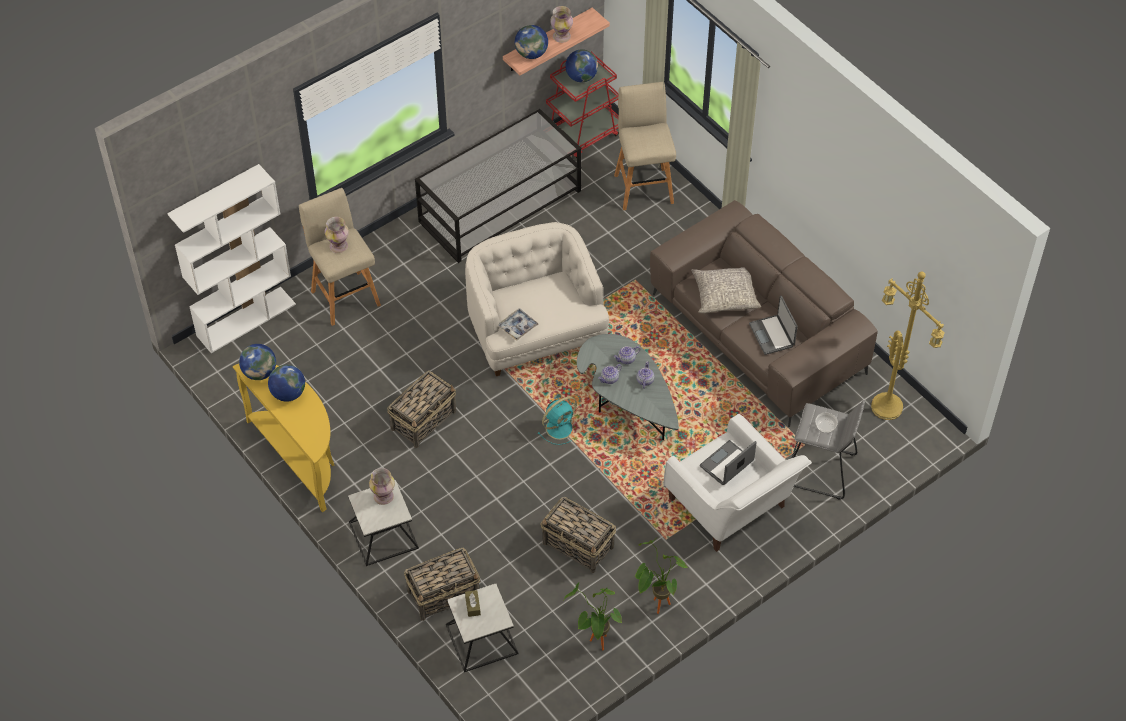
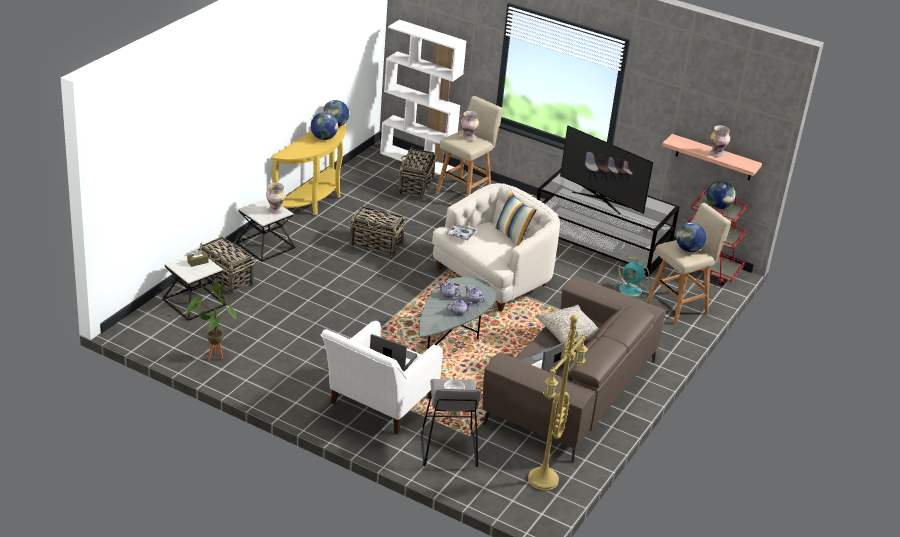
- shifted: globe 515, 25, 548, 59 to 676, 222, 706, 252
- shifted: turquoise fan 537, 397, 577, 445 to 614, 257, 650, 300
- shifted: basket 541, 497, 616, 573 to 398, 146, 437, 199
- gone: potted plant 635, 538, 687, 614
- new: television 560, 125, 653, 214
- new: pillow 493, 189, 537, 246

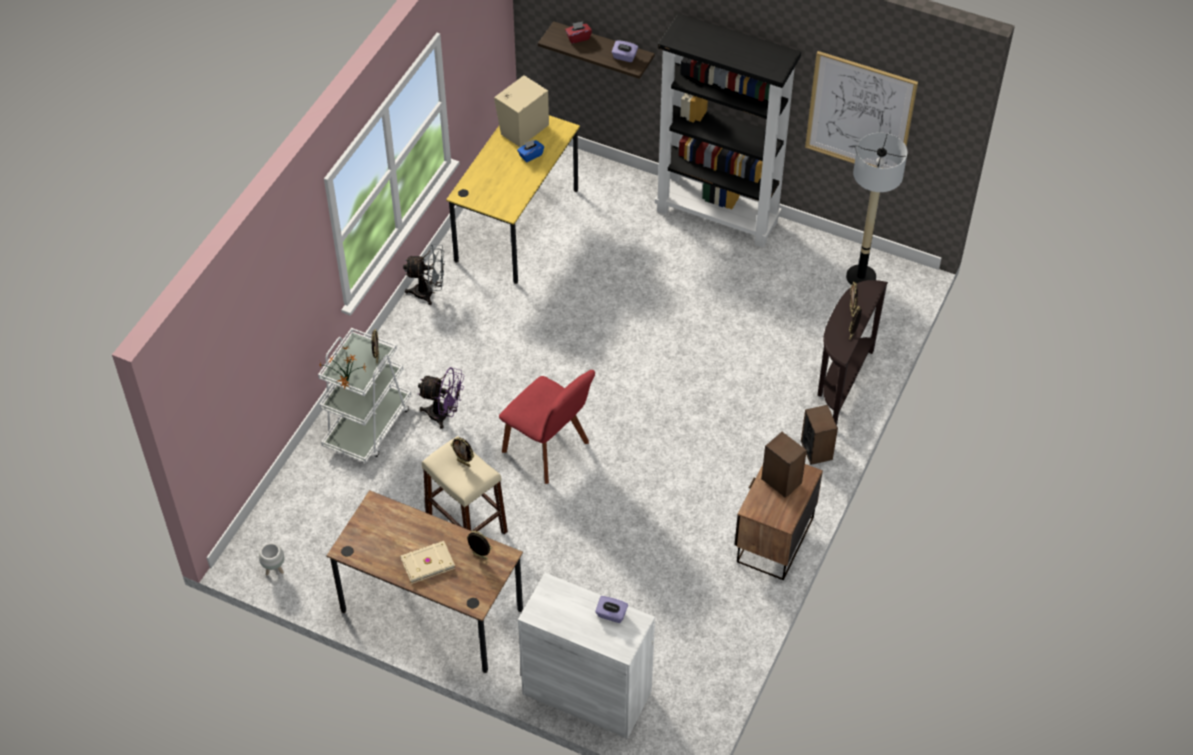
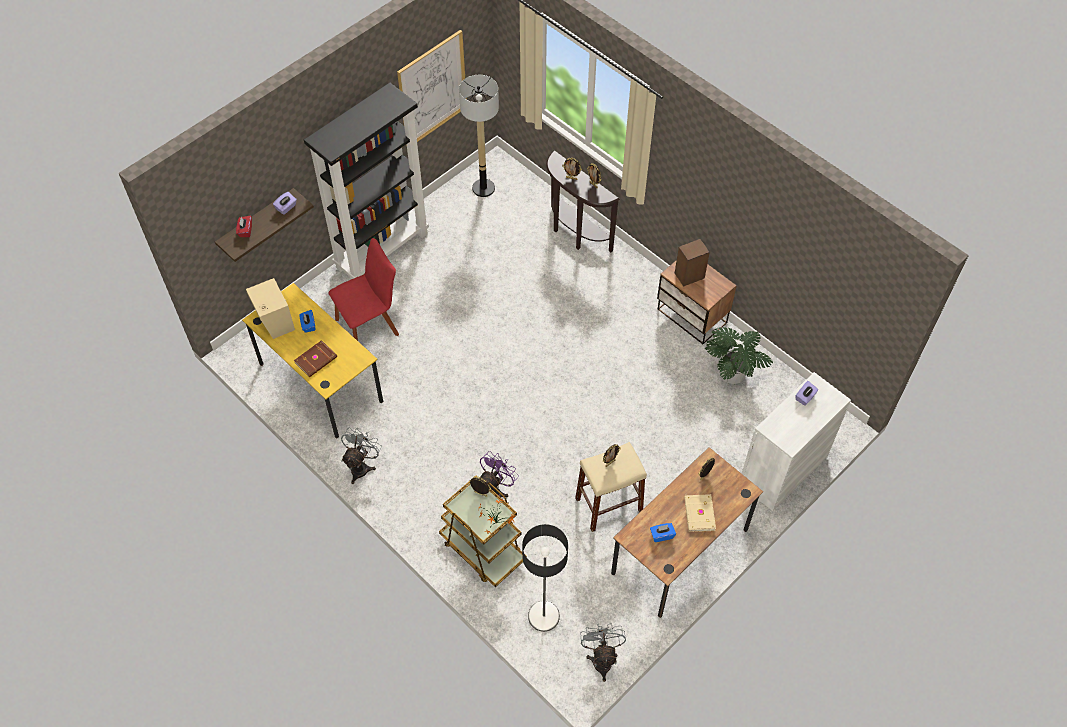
- repainted: white cart 318, 328, 411, 463 to brown cart 439, 475, 527, 587
- shifted: red chair 499, 370, 595, 484 to 329, 238, 399, 341
- gone: speaker 801, 405, 838, 465
- swapped: white planter 259, 543, 284, 575 to grey fan 580, 623, 626, 682
- new: potted plant 705, 327, 773, 384
- new: brown book 294, 340, 337, 378
- new: blue tissue box 650, 523, 676, 542
- new: floor lamp 522, 524, 568, 632

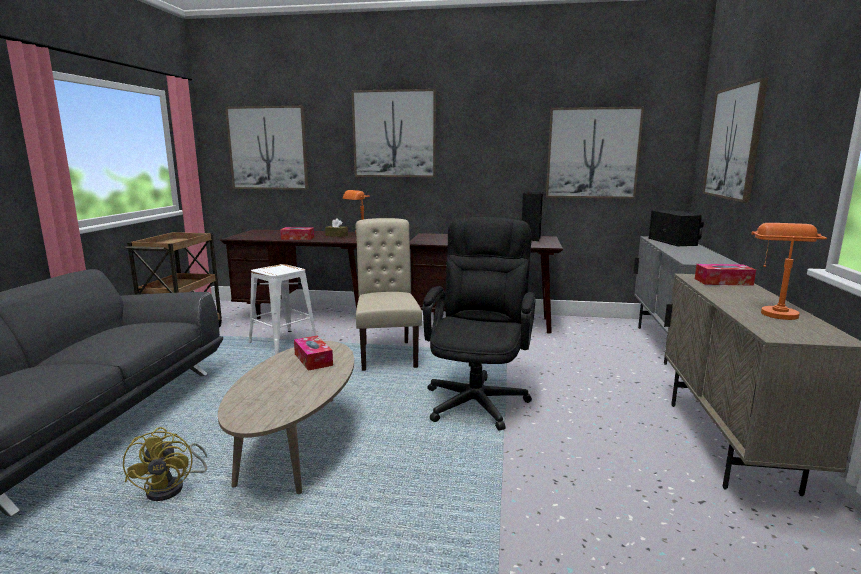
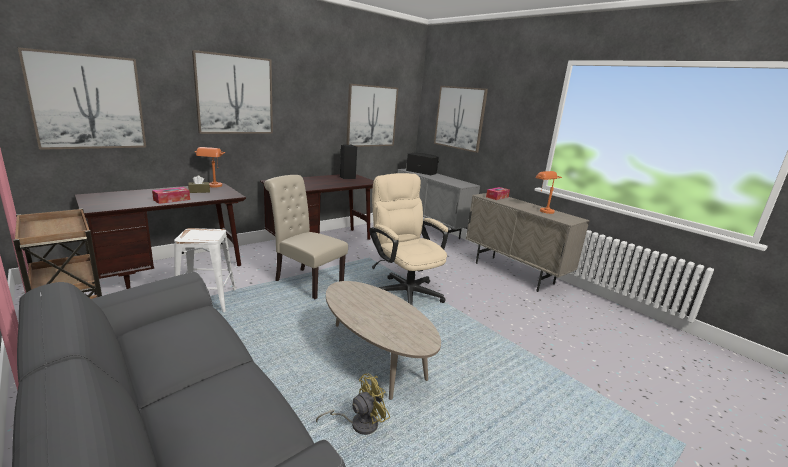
- repainted: black office chair 423, 217, 536, 430 to beige office chair 369, 173, 449, 306
- gone: tissue box 294, 335, 333, 371
- rotated: yellow fan 123, 427, 207, 501 = 316, 374, 390, 435 60 degrees counterclockwise

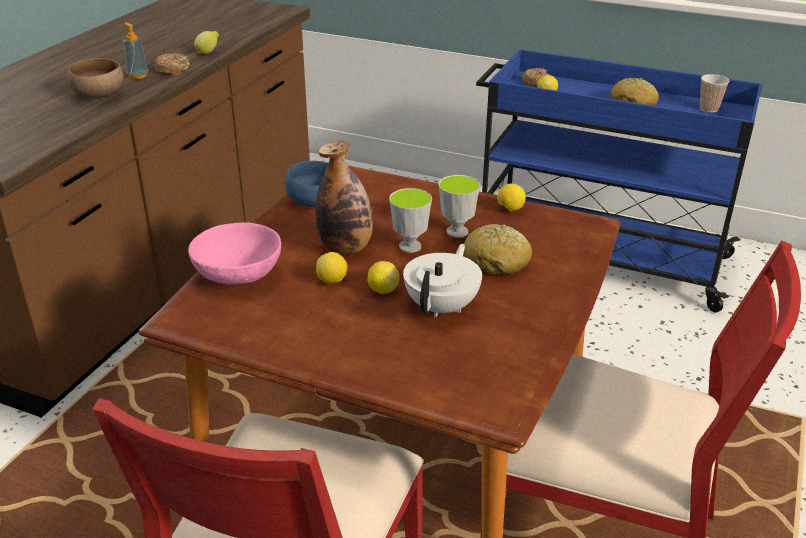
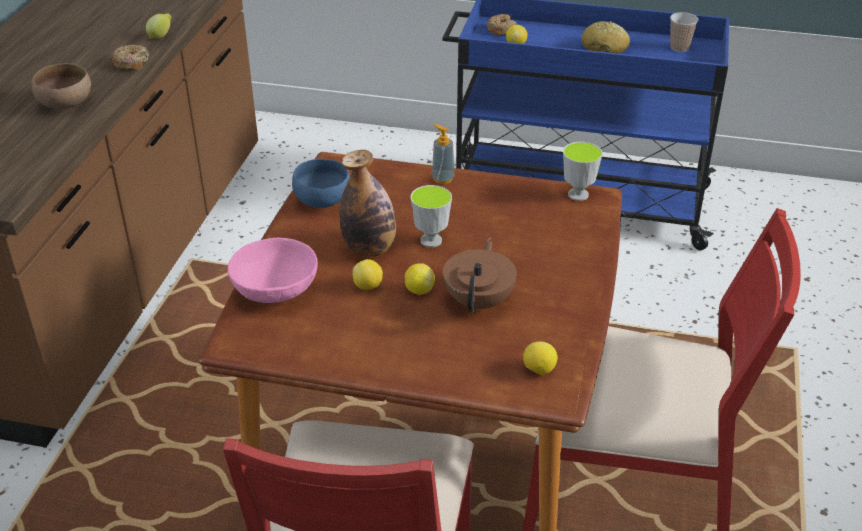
- shifted: soap dispenser 123, 22, 148, 79 to 432, 124, 454, 184
- shifted: cup 439, 175, 480, 238 to 563, 142, 602, 201
- shifted: lemon 497, 184, 526, 211 to 523, 341, 558, 375
- gone: bread 464, 224, 532, 275
- repainted: white teapot 403, 244, 482, 317 to brown teapot 443, 238, 517, 313

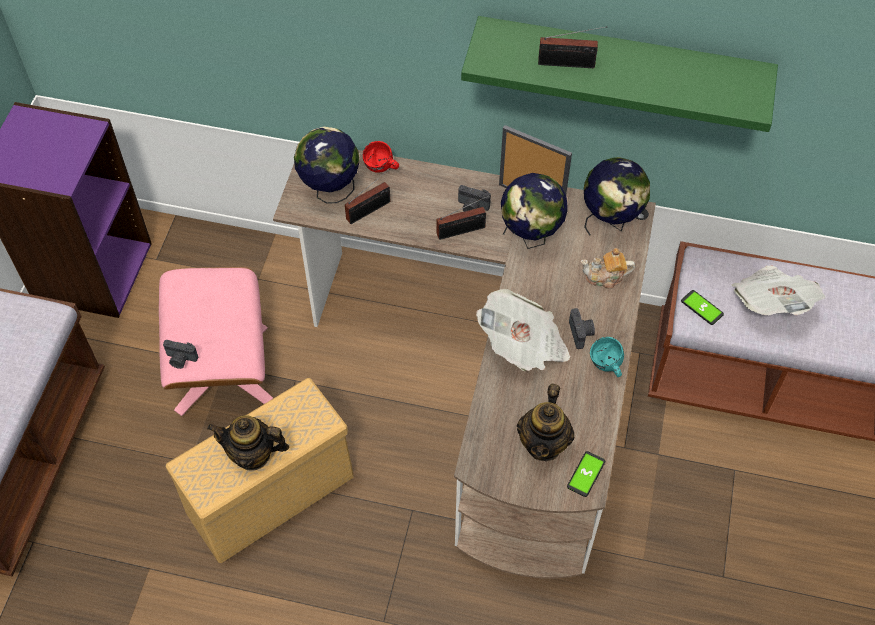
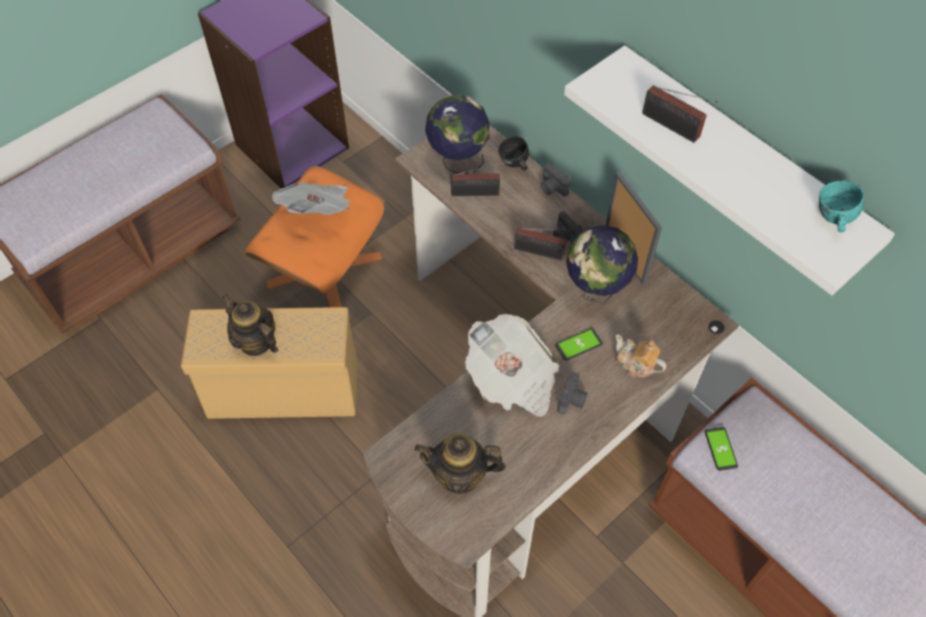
- repainted: green shelf 461, 16, 778, 132 to white shelf 564, 45, 895, 295
- repainted: red mug 363, 141, 399, 173 to black mug 498, 136, 529, 171
- gone: globe 584, 157, 650, 236
- shifted: newspaper 732, 266, 826, 315 to 272, 182, 350, 215
- repainted: pink ottoman 159, 267, 273, 416 to orange ottoman 245, 166, 385, 307
- shifted: turquoise mug 590, 337, 624, 377 to 819, 180, 864, 233
- shifted: photo camera 163, 340, 198, 369 to 541, 163, 571, 196
- rotated: teapot 517, 384, 575, 461 = 414, 433, 506, 494 45 degrees clockwise
- shifted: phone 567, 451, 605, 497 to 555, 328, 603, 361

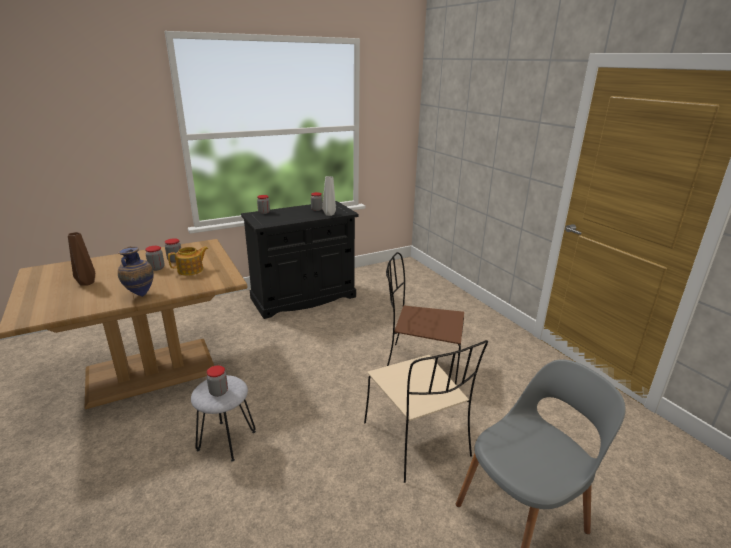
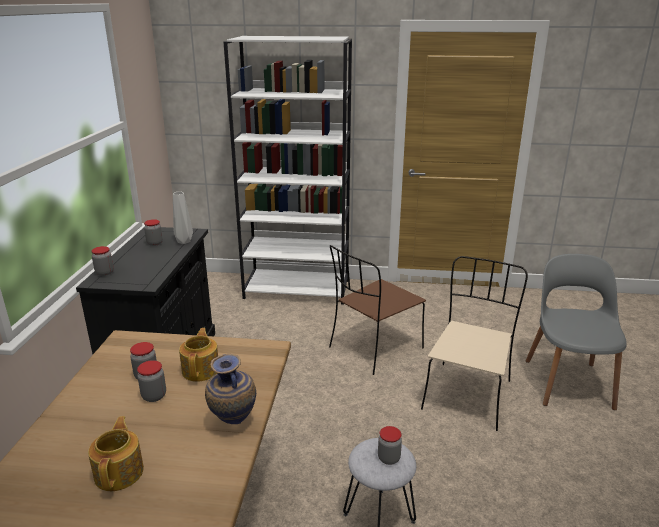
- swapped: brown vase 68, 232, 95, 286 to teapot 88, 416, 144, 491
- rotated: beige chair 364, 340, 488, 483 = 421, 256, 528, 431 75 degrees counterclockwise
- new: white bookcase 223, 36, 352, 305

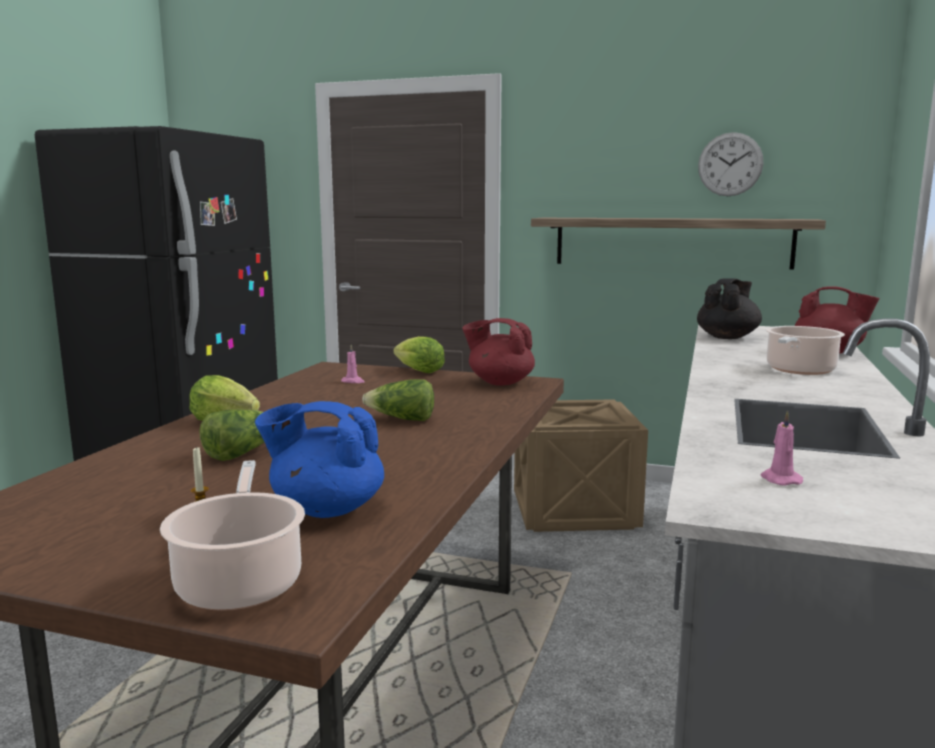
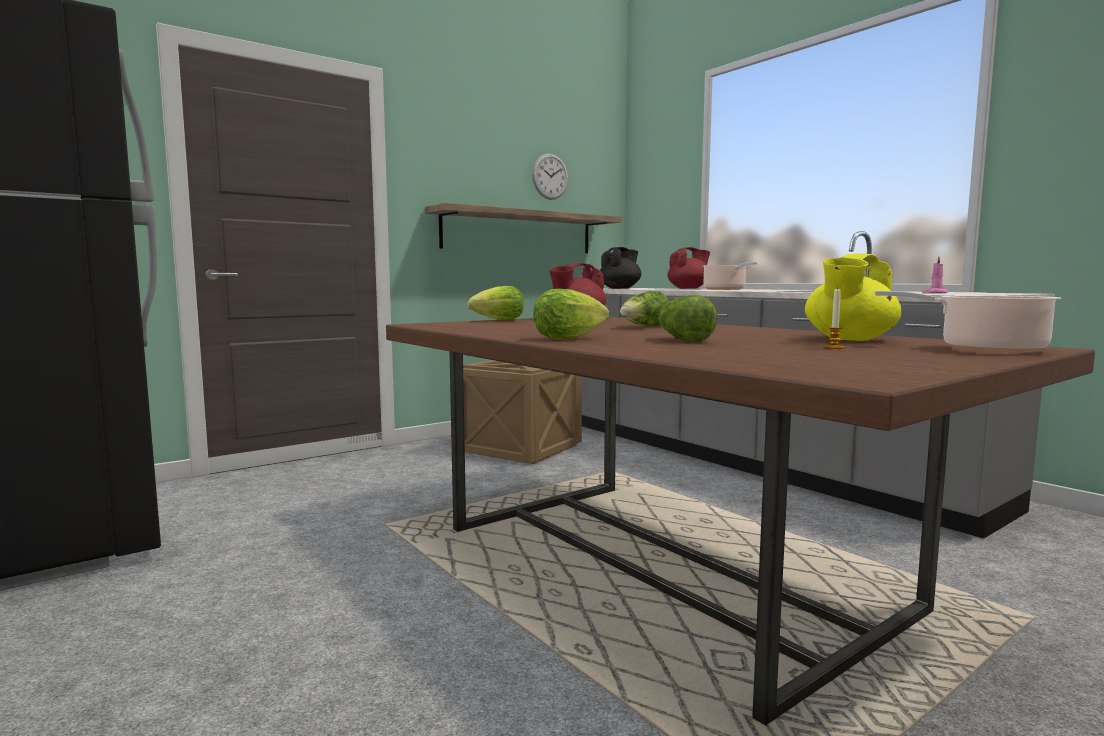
- rotated: black teapot 697, 278, 762, 339 = 600, 247, 641, 289 60 degrees clockwise
- gone: pink candle 341, 344, 364, 383
- repainted: blue teapot 255, 401, 384, 518 to yellow teapot 805, 253, 901, 341

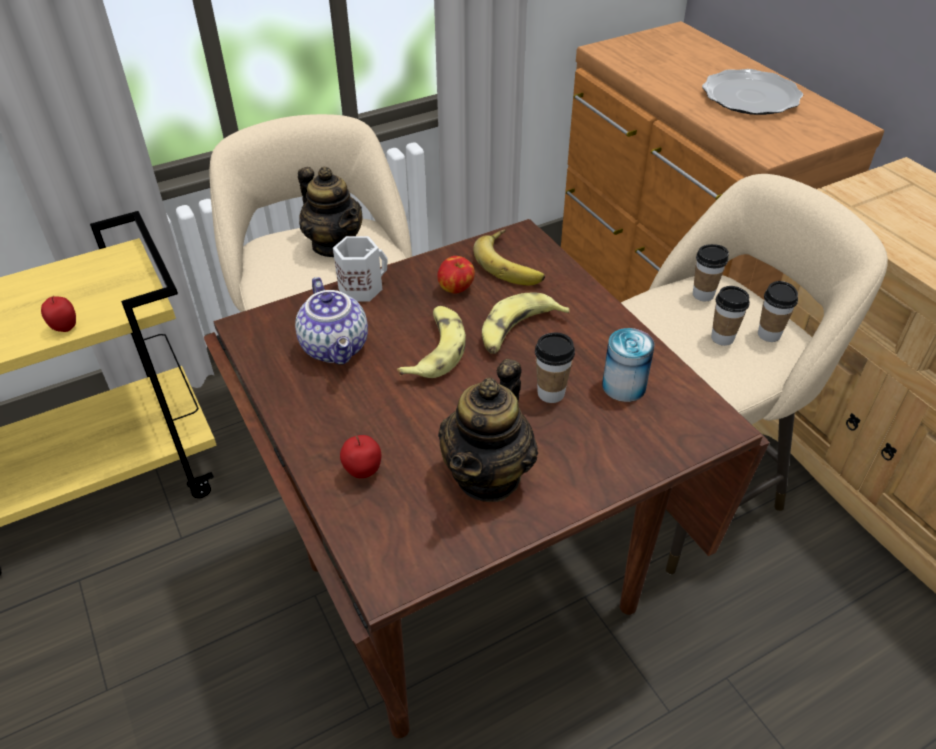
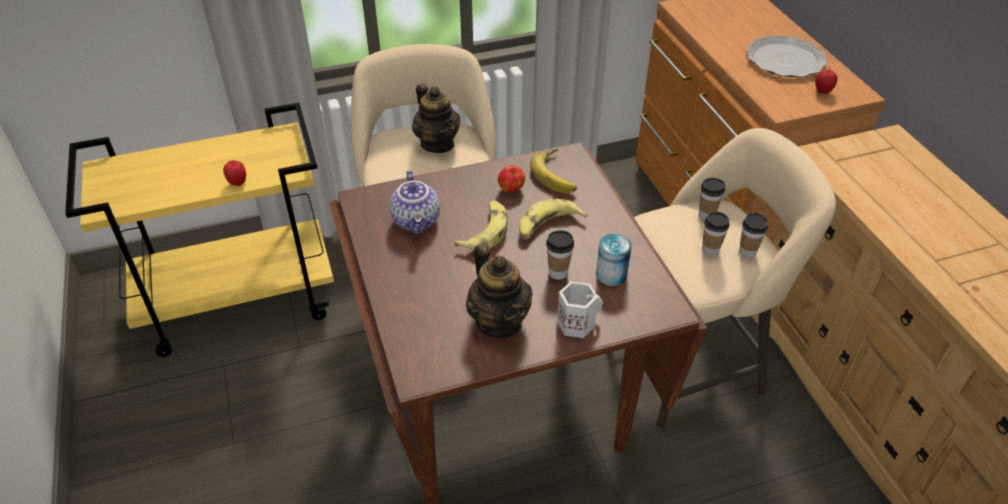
- shifted: white mug 333, 236, 387, 301 to 557, 281, 603, 338
- rotated: teapot 438, 359, 538, 502 = 466, 243, 533, 338 60 degrees counterclockwise
- shifted: apple 340, 435, 381, 478 to 815, 68, 838, 94

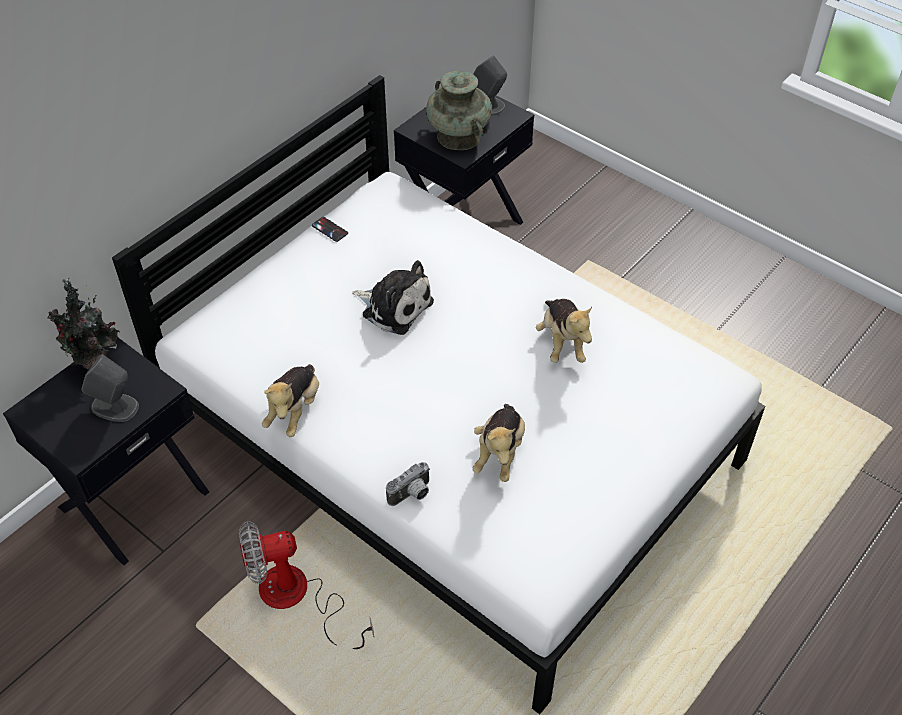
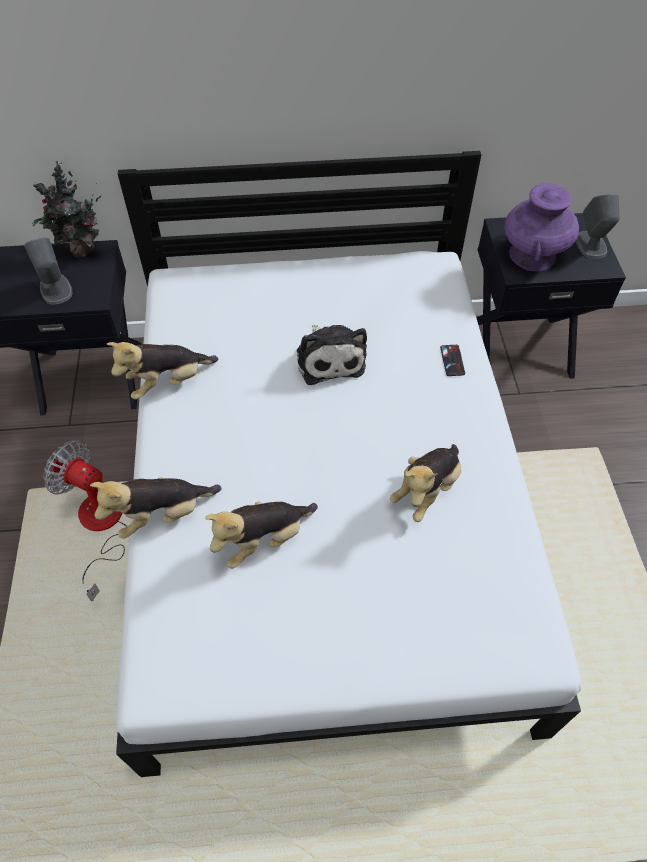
- repainted: turquoise vase 426, 71, 492, 150 to purple vase 504, 183, 579, 271
- shifted: phone 312, 217, 348, 242 to 440, 345, 465, 376
- swapped: photo camera 386, 462, 430, 506 to plush toy 90, 477, 222, 539

